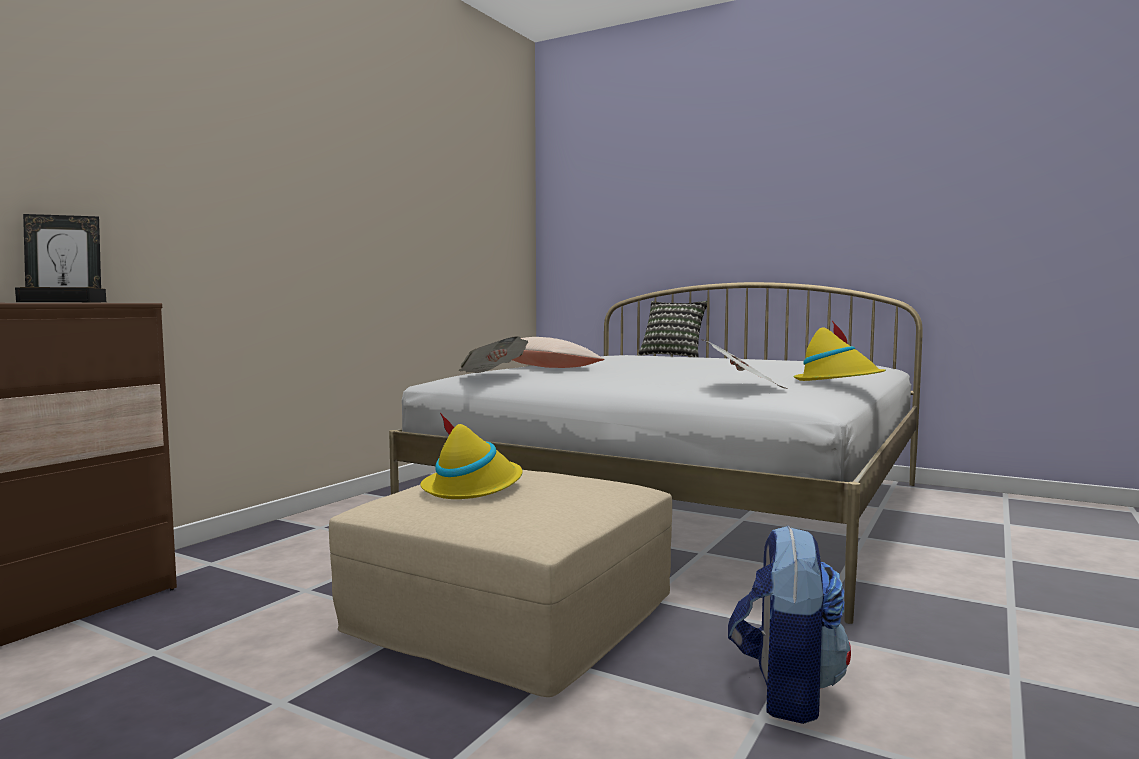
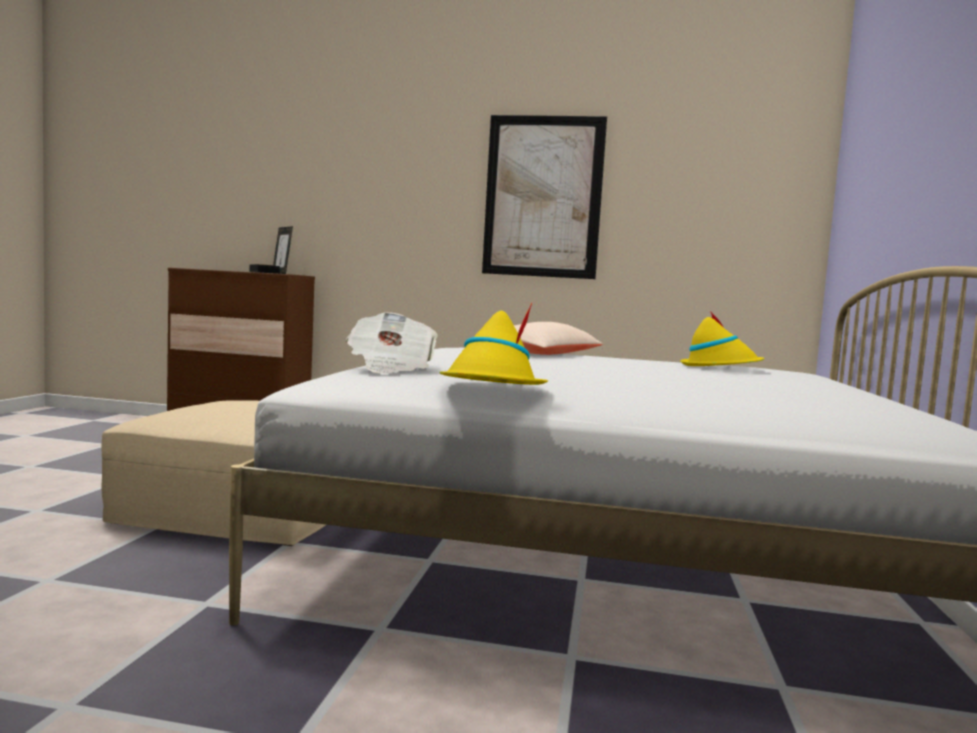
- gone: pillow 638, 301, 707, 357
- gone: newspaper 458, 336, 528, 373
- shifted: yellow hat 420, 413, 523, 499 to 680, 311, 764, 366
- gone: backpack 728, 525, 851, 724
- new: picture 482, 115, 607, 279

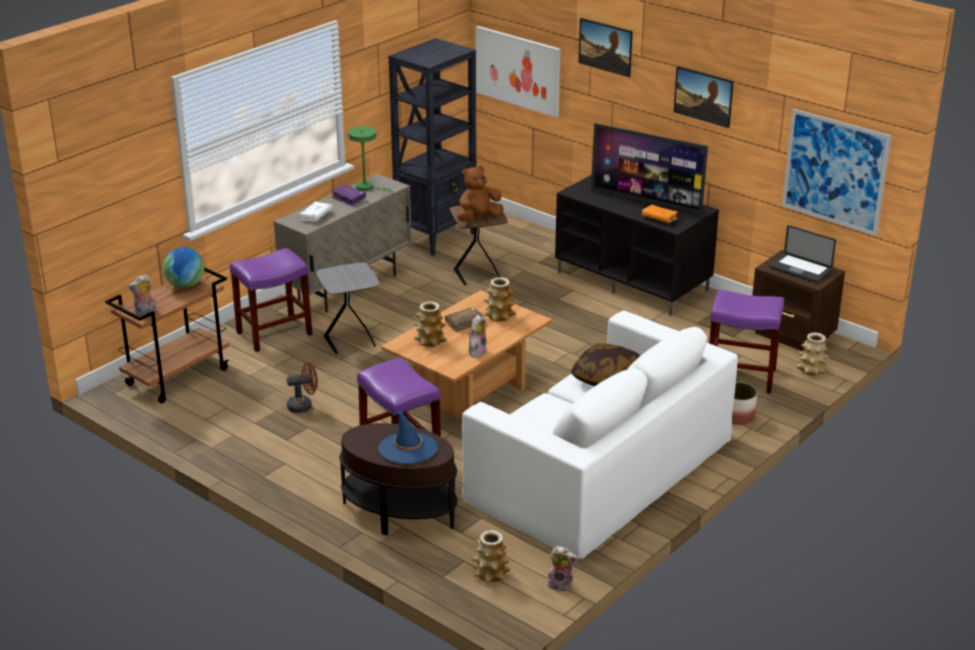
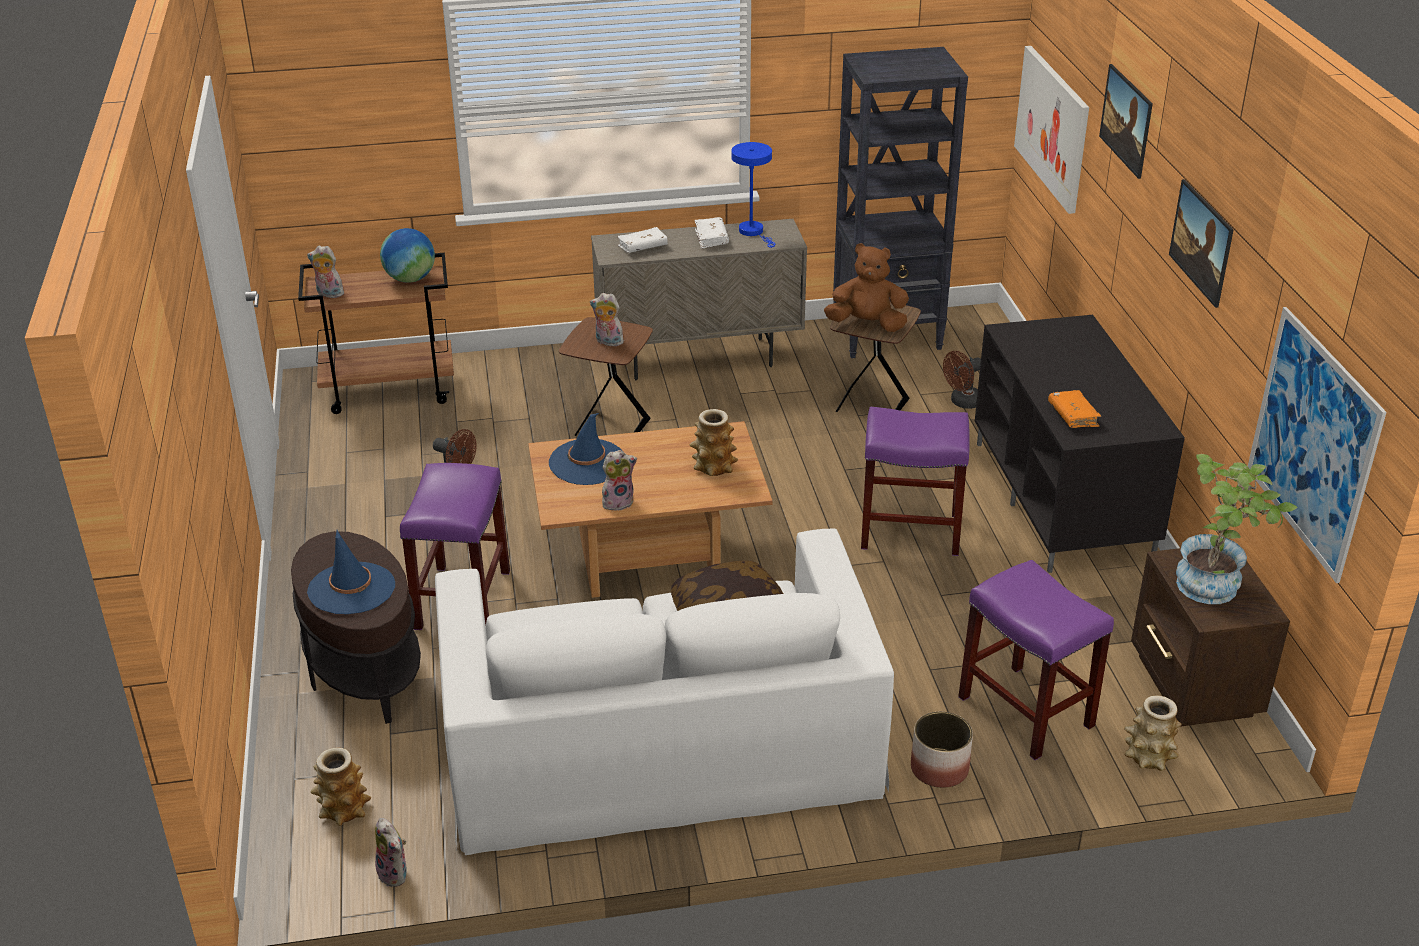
- gone: television 591, 123, 708, 214
- repainted: green table lamp 348, 126, 393, 193 to blue table lamp 731, 142, 775, 248
- repainted: purple book 331, 184, 366, 206 to white book 695, 217, 729, 249
- swapped: laptop 769, 225, 836, 283 to potted plant 1176, 454, 1297, 604
- shifted: purple stool 230, 248, 313, 352 to 861, 407, 970, 556
- repainted: grey side table 316, 262, 380, 354 to brown side table 559, 317, 653, 436
- swapped: vase 414, 301, 447, 347 to blue hat 549, 413, 622, 485
- gone: brown book 445, 307, 485, 332
- new: plush toy 590, 293, 624, 346
- new: brown fan 943, 351, 981, 409

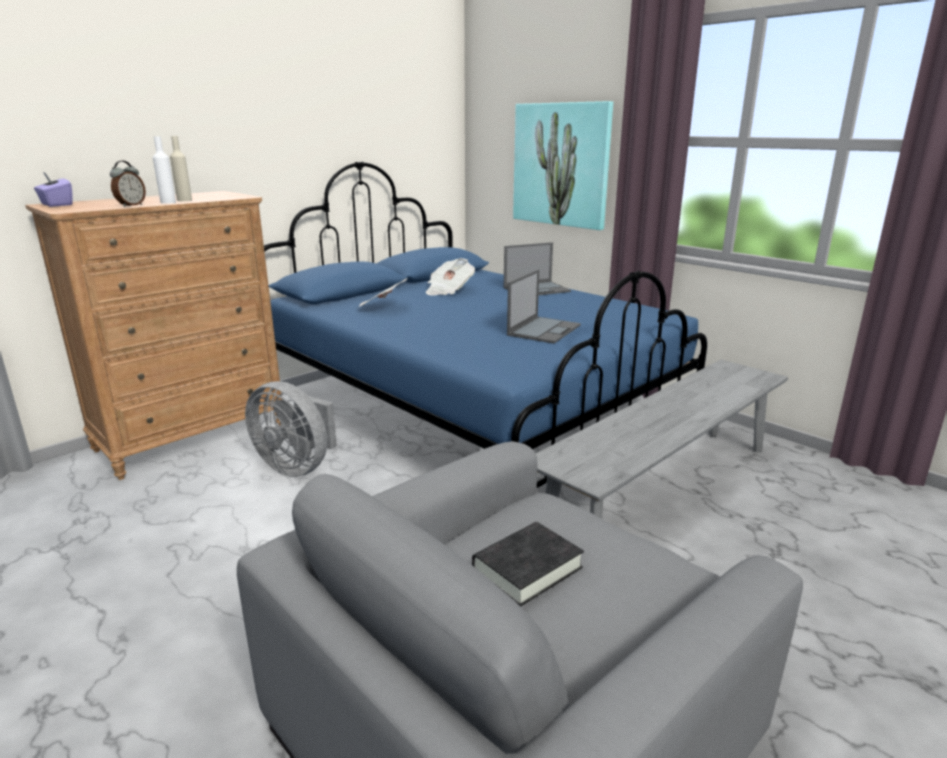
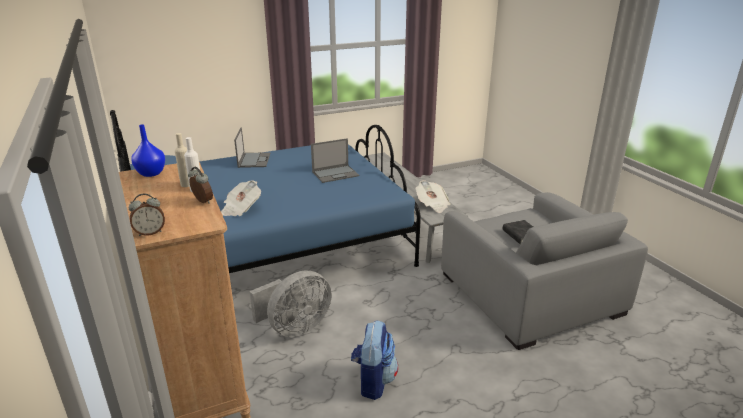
- gone: picture 513, 101, 613, 230
- swapped: purple tissue box 34, 171, 73, 207 to alarm clock 129, 194, 165, 236
- shifted: newspaper 426, 258, 475, 296 to 416, 180, 451, 213
- rotated: laptop 507, 270, 581, 344 = 311, 138, 359, 183 105 degrees clockwise
- new: blue vase 131, 124, 165, 177
- new: backpack 351, 320, 398, 400

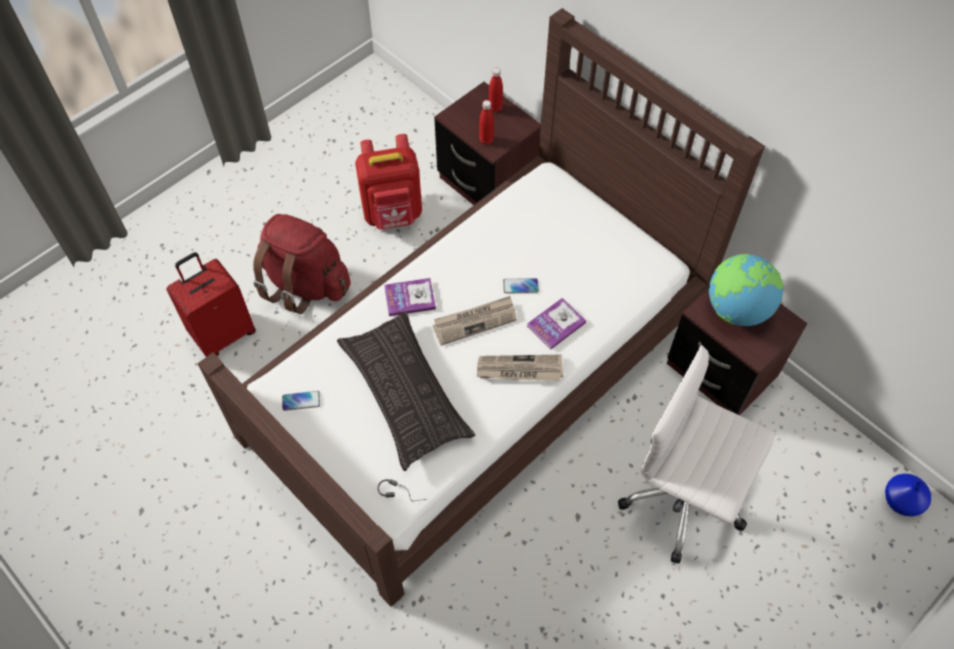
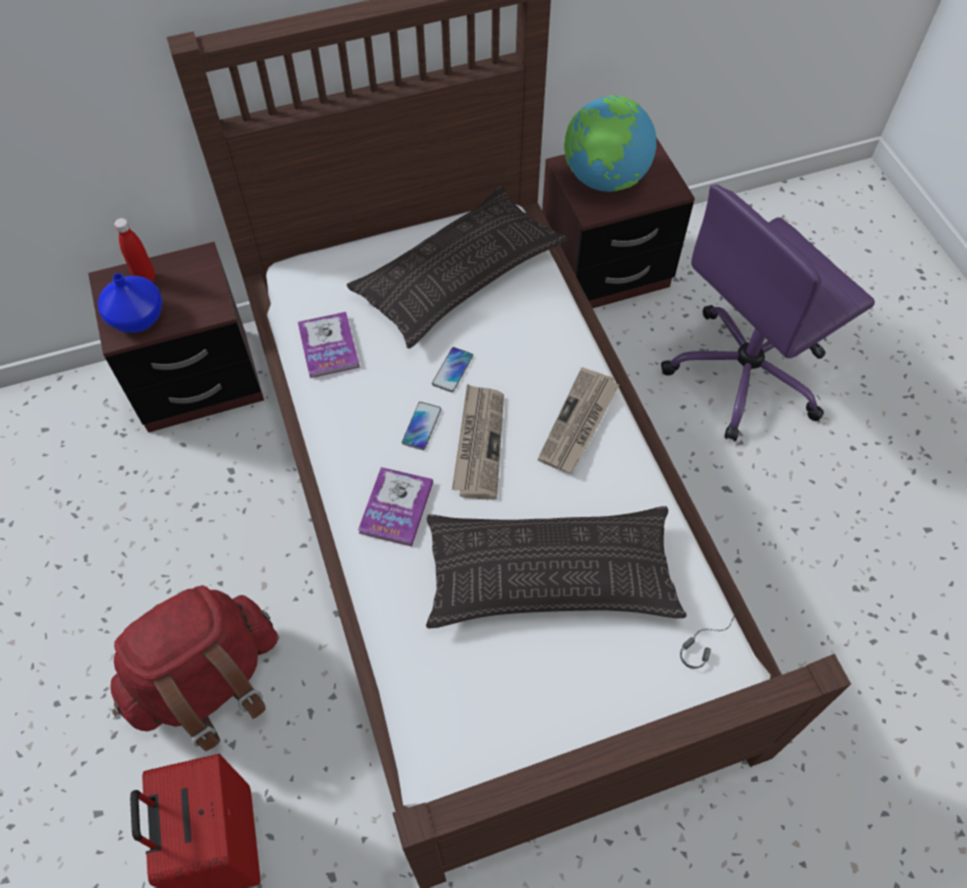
- gone: red bottle 479, 100, 494, 145
- gone: red backpack 355, 134, 422, 230
- shifted: book 527, 298, 586, 350 to 298, 312, 360, 378
- repainted: white office chair 618, 345, 775, 563 to purple office chair 661, 185, 875, 441
- shifted: phone 282, 391, 320, 411 to 402, 402, 442, 450
- shifted: blue vase 885, 474, 931, 516 to 98, 273, 162, 333
- new: pillow 347, 186, 568, 348

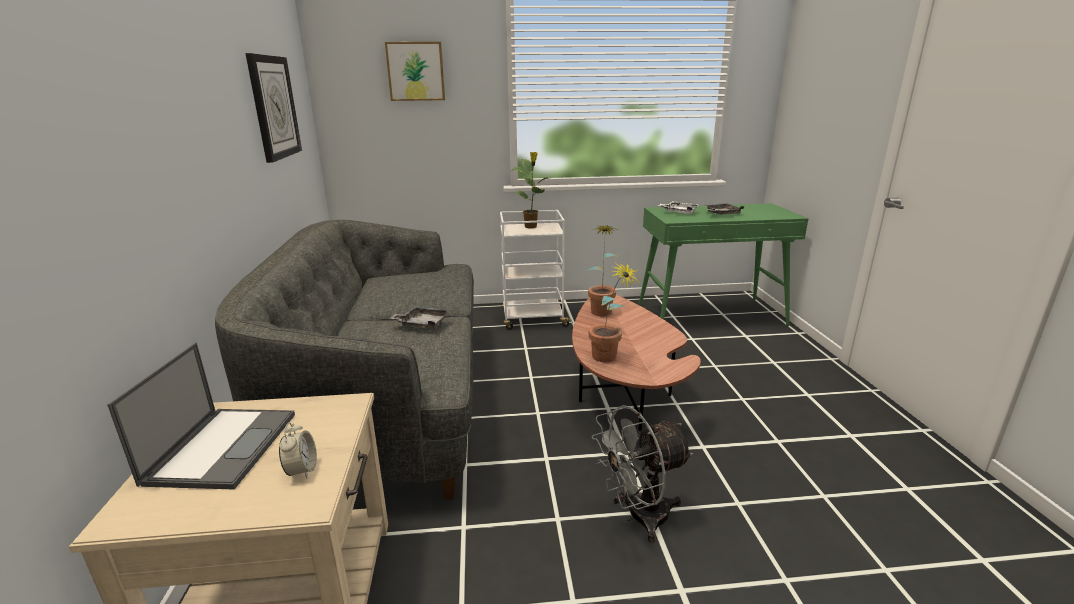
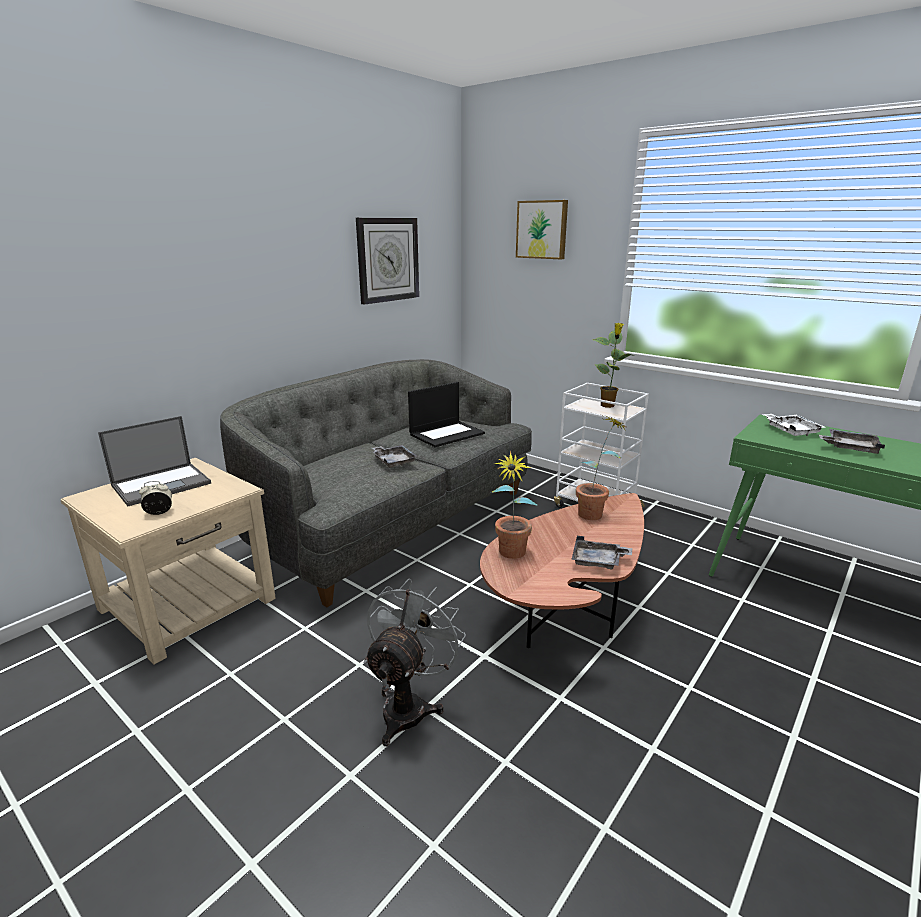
- rotated: grey fan 592, 405, 694, 543 = 364, 578, 466, 746 90 degrees clockwise
- rotated: alarm clock 279, 422, 317, 479 = 139, 481, 172, 515 150 degrees counterclockwise
- new: laptop 408, 382, 485, 447
- new: grey tray 571, 536, 632, 569

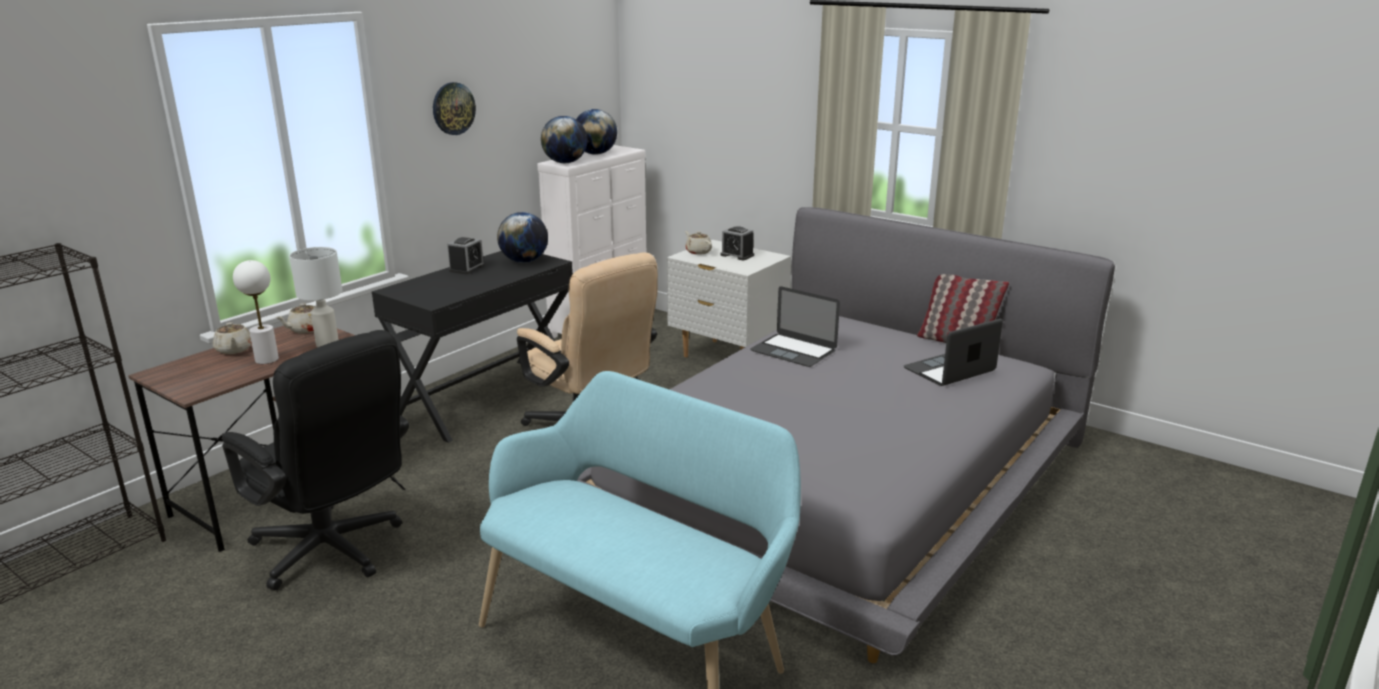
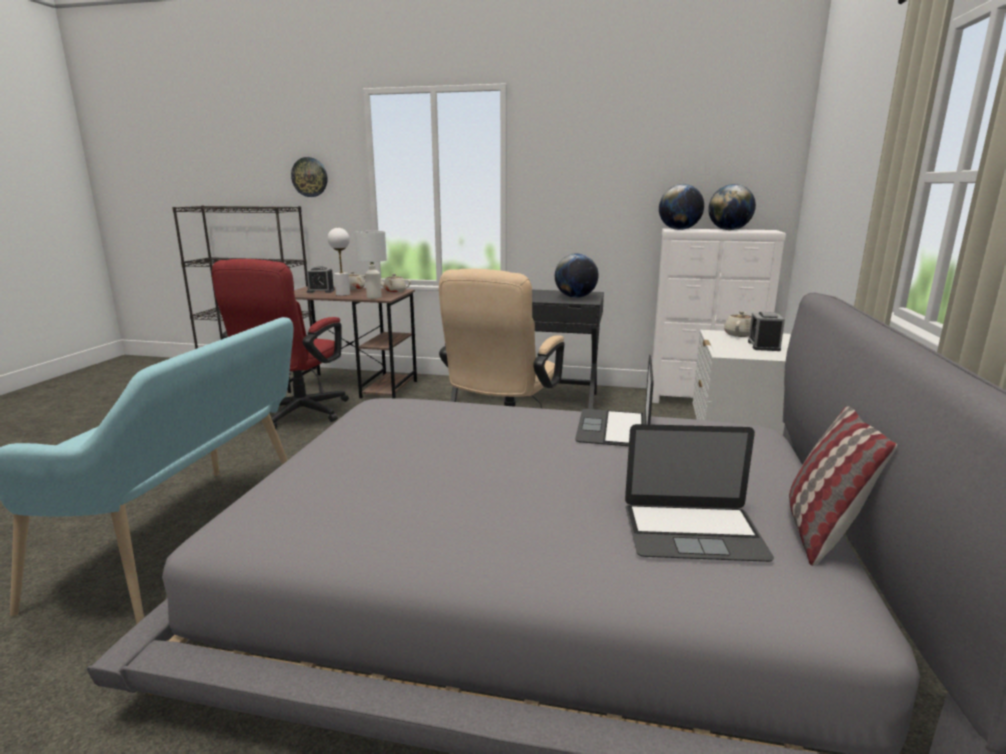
- shifted: wall clock 433, 82, 476, 135 to 291, 157, 327, 197
- shifted: alarm clock 447, 237, 485, 274 to 306, 266, 335, 293
- rotated: laptop 904, 319, 1003, 386 = 625, 424, 774, 562 150 degrees clockwise
- repainted: black office chair 222, 330, 409, 590 to red office chair 212, 259, 349, 429

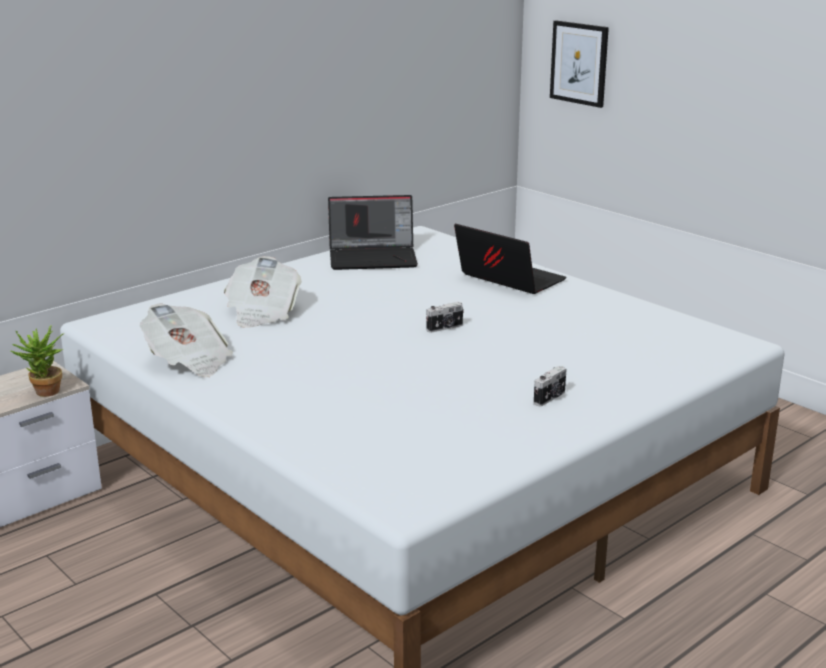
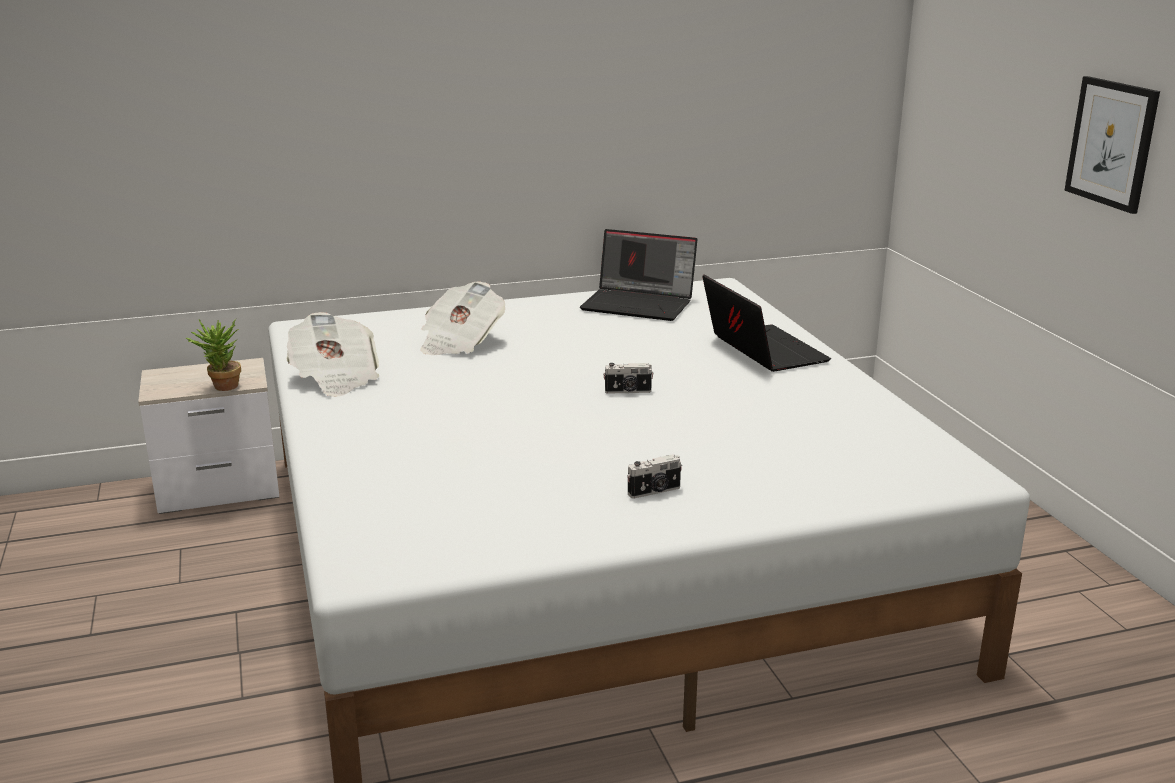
- shifted: picture 550, 20, 609, 108 to 1064, 76, 1160, 214

